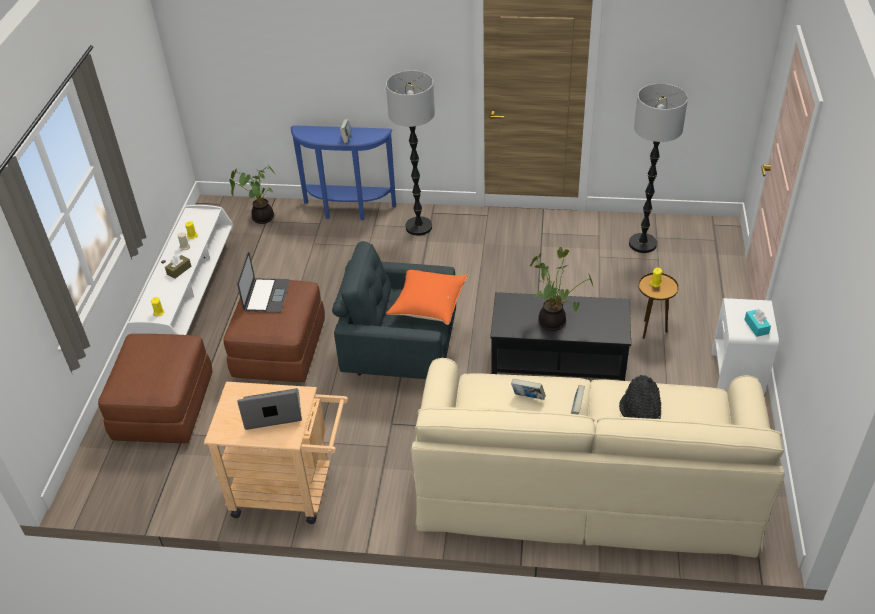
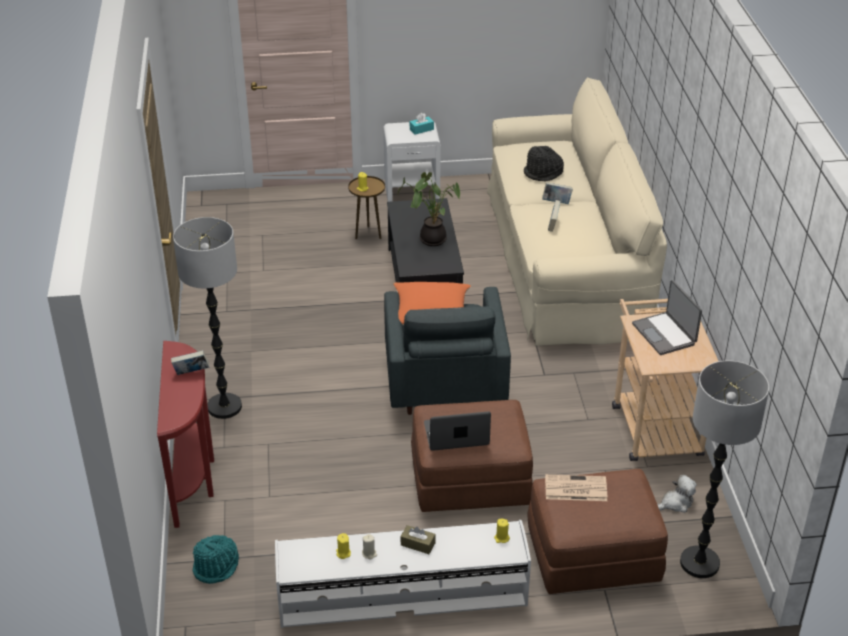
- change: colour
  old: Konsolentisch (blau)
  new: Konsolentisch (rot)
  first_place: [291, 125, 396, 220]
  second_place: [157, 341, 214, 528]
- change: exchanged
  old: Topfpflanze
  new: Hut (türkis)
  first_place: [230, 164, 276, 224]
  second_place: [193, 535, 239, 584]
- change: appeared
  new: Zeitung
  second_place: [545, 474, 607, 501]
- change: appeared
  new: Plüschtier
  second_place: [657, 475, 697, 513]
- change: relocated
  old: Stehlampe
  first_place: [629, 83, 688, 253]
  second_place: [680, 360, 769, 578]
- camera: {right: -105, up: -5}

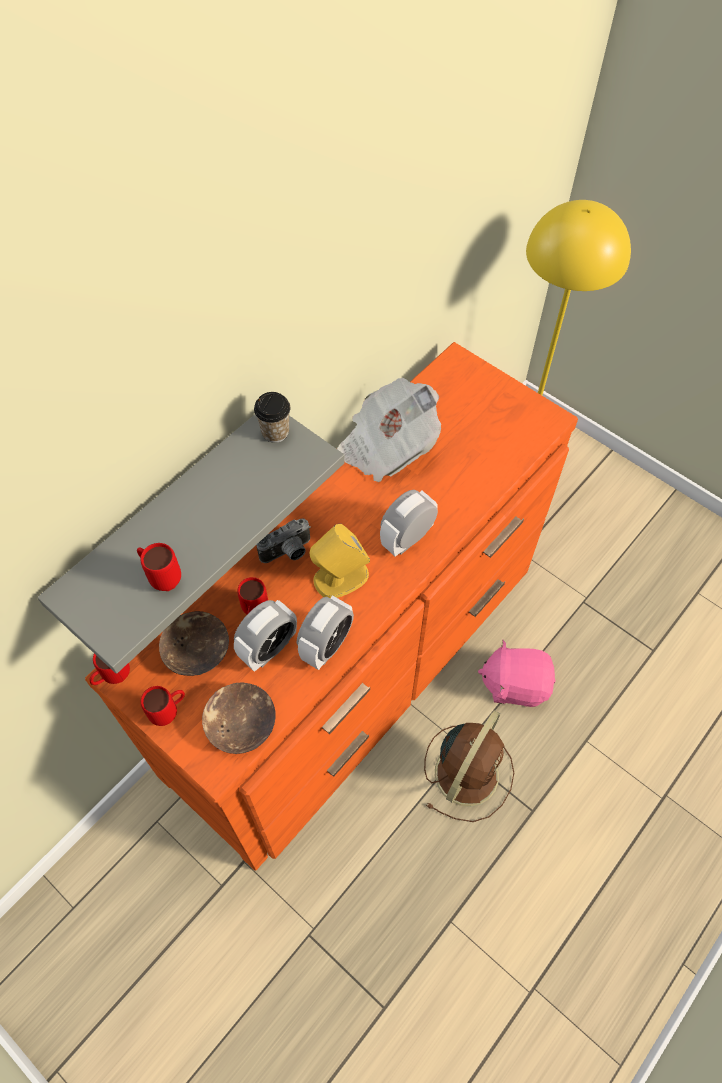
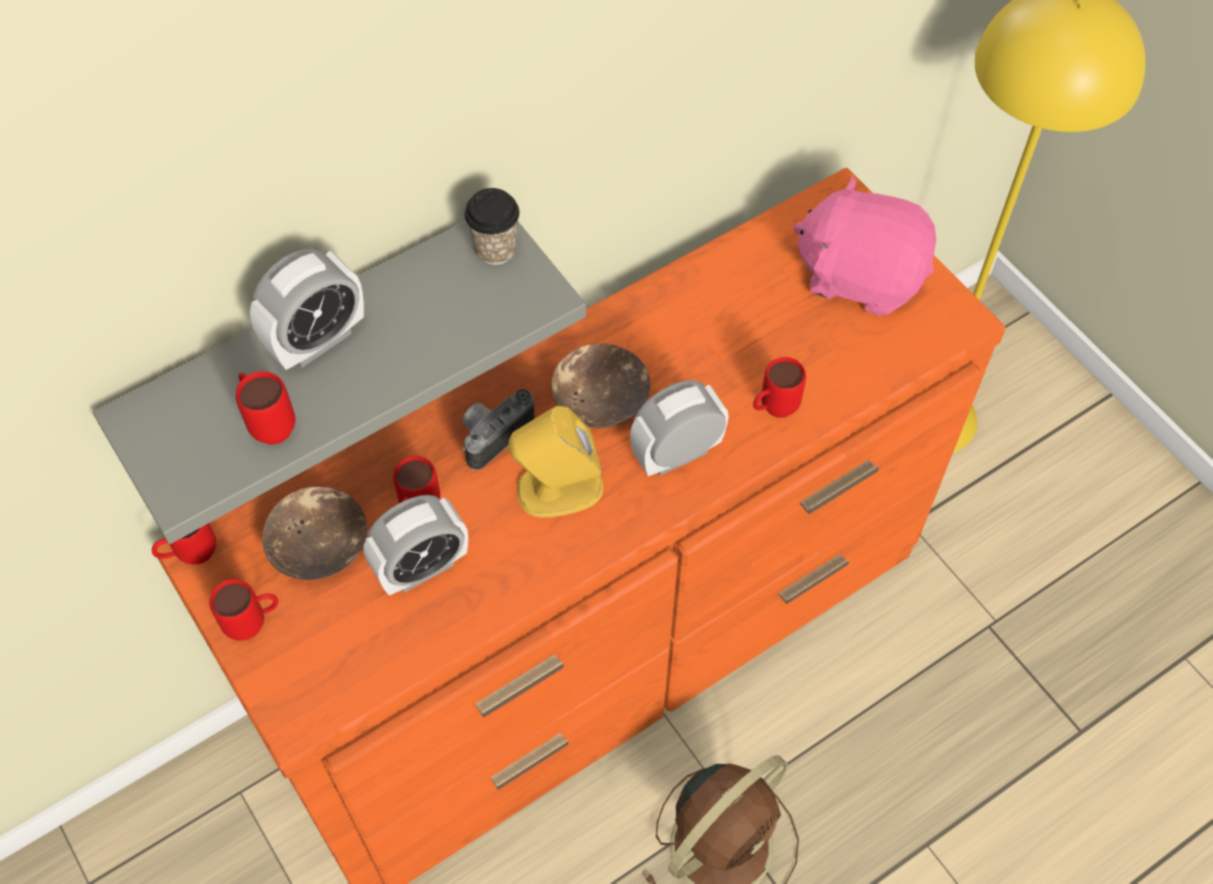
- change: relocated
  old: Wecker
  first_place: [297, 595, 354, 670]
  second_place: [250, 249, 364, 370]
- change: spun
  old: Kamera
  first_place: [256, 519, 311, 563]
  second_place: [462, 389, 534, 470]
  degrees: 150
- change: relocated
  old: Schüssel (braun)
  first_place: [202, 682, 276, 754]
  second_place: [552, 344, 650, 428]
- change: appeared
  new: Henkelbecher (rot)
  second_place: [753, 357, 806, 418]
- change: relocated
  old: Plüschtier (rosa)
  first_place: [478, 640, 555, 707]
  second_place: [793, 175, 936, 316]
- change: missing
  old: Zeitung
  first_place: [337, 378, 441, 482]
- camera: {right: 15, up: 0}

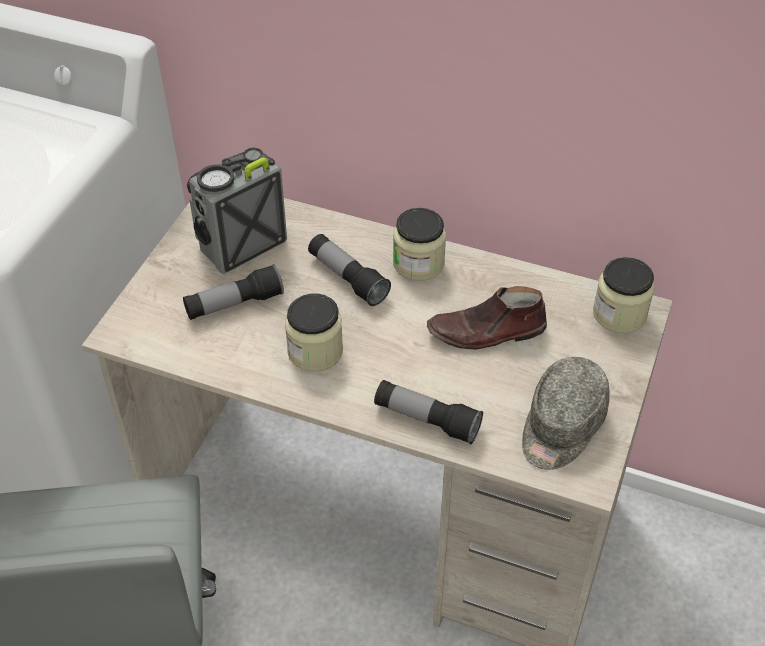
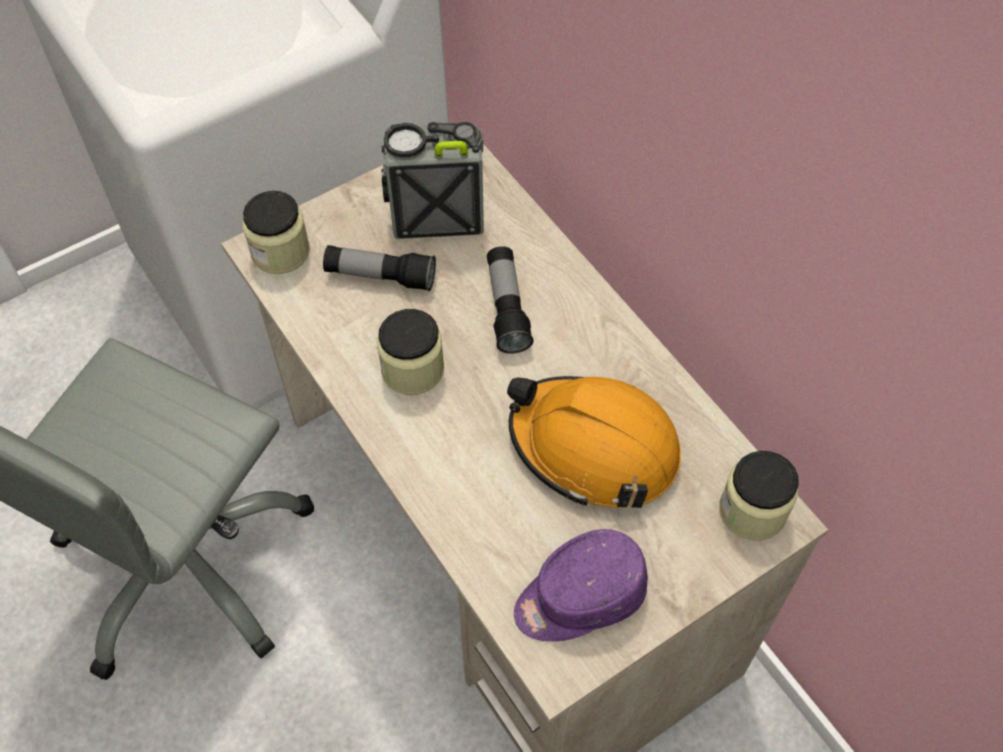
- change: relocated
  old: Vorratsglas
  first_place: [393, 208, 446, 281]
  second_place: [242, 191, 310, 274]
- change: exchanged
  old: Schuh (braun)
  new: Schutzhelm (orange)
  first_place: [427, 286, 547, 350]
  second_place: [507, 376, 681, 508]
- change: colour
  old: Kappe (grau)
  new: Kappe (lila)
  first_place: [522, 357, 610, 470]
  second_place: [514, 529, 648, 642]
- change: missing
  old: Taschenlampe
  first_place: [374, 380, 483, 445]
- camera: {right: 35, up: 10}

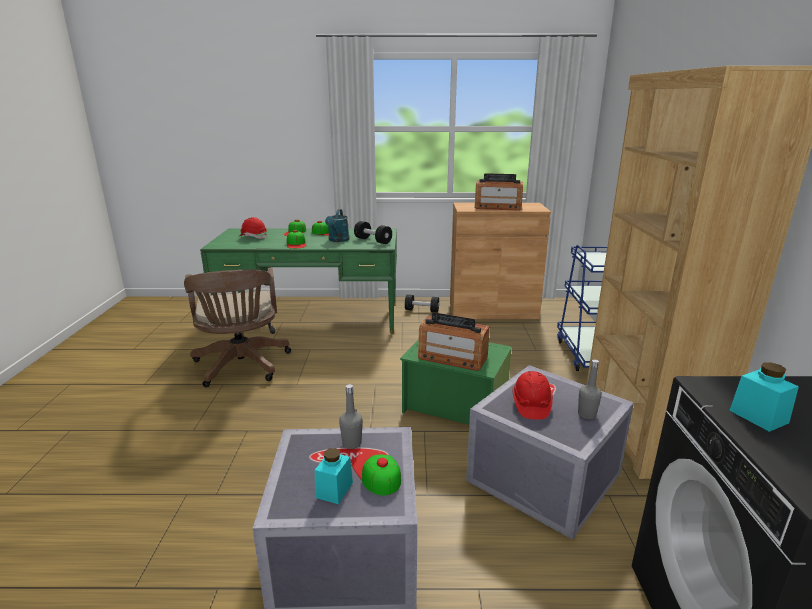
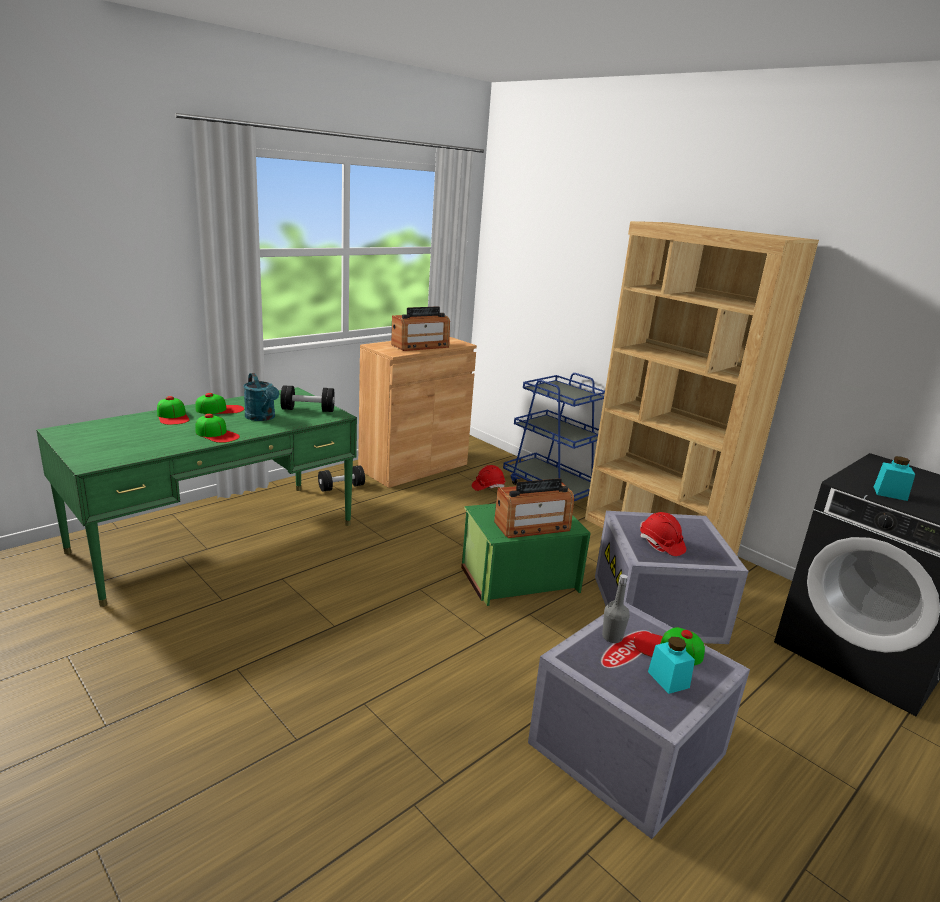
- change: relocated
  old: Schutzhelm (rot)
  first_place: [238, 217, 267, 239]
  second_place: [472, 465, 505, 491]
- change: missing
  old: Bürostuhl (braun)
  first_place: [184, 268, 291, 388]
- change: missing
  old: Flasche (grau)
  first_place: [578, 359, 602, 419]
- camera: {right: -45, up: 0}

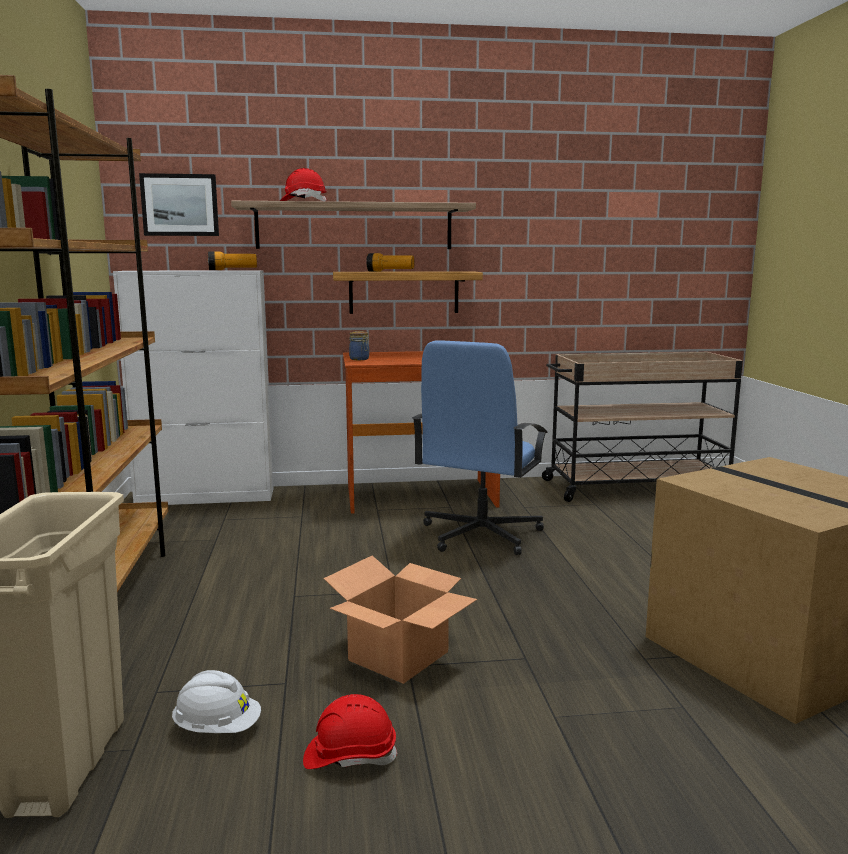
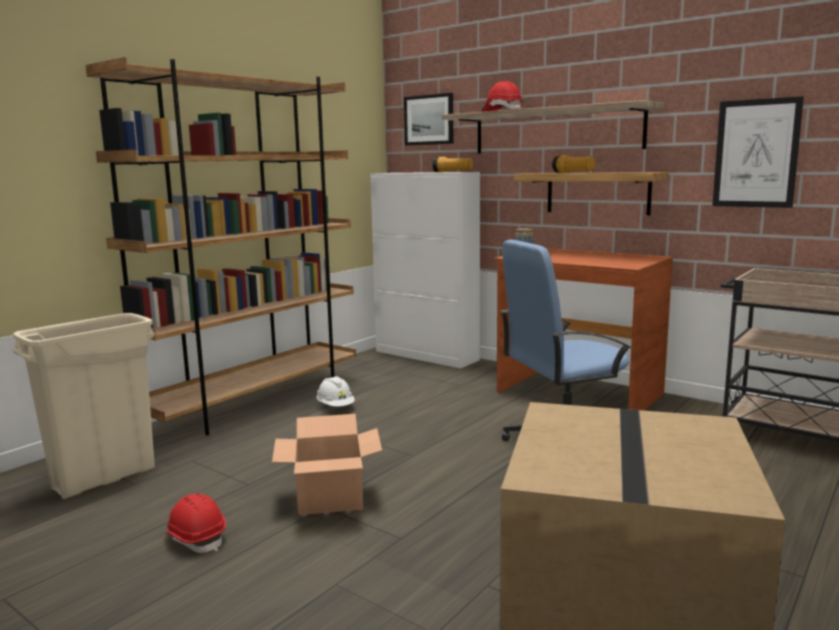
- change: relocated
  old: Schutzhelm (weiß)
  first_place: [172, 670, 261, 733]
  second_place: [316, 376, 355, 407]
- change: appeared
  new: Bild
  second_place: [712, 96, 804, 208]
- camera: {right: 45, up: 0}

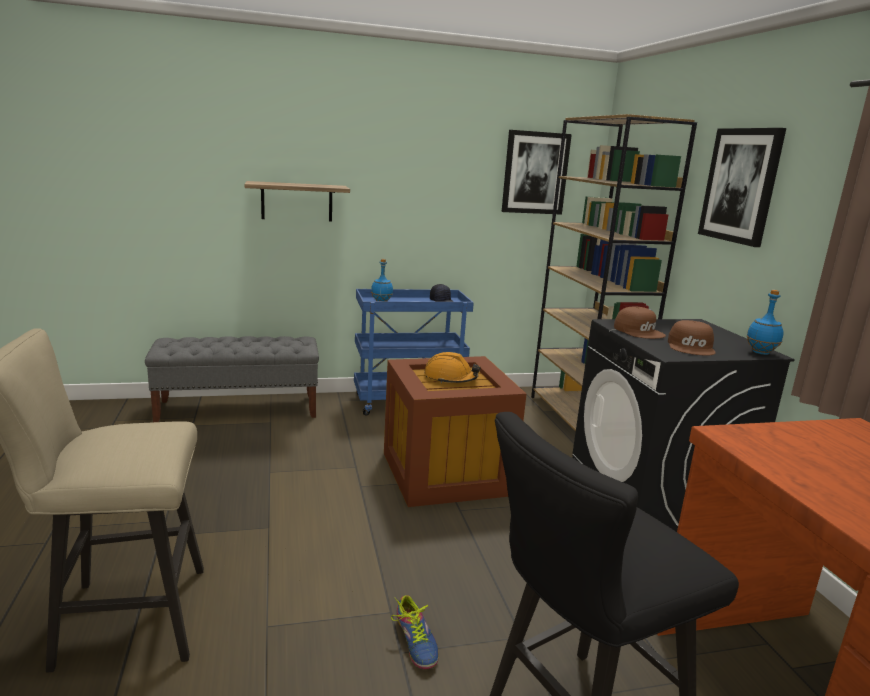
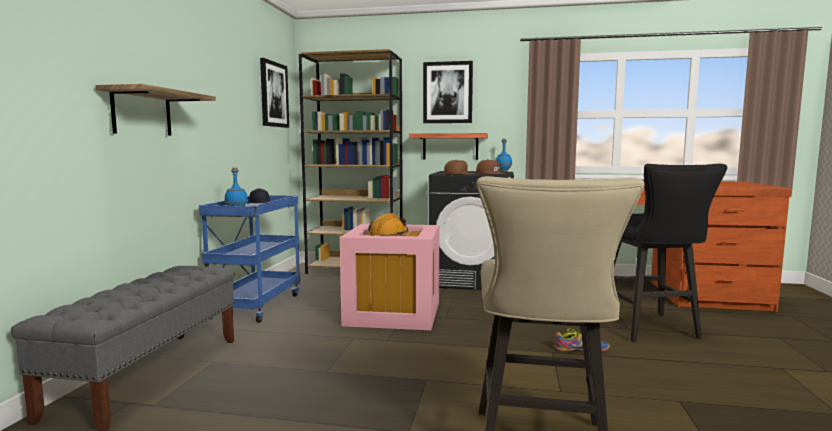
- change: colour
  old: Aufbewahrungsbox (braun)
  new: Aufbewahrungsbox (rosa)
  first_place: [384, 356, 527, 507]
  second_place: [340, 224, 439, 330]
- change: appeared
  new: Wandregal
  second_place: [409, 133, 488, 160]
- camera: {right: -65, up: -10}

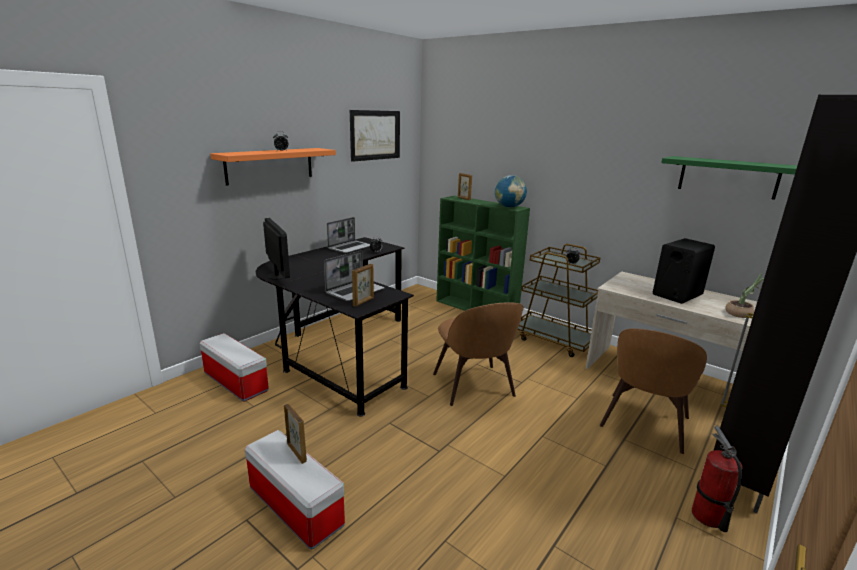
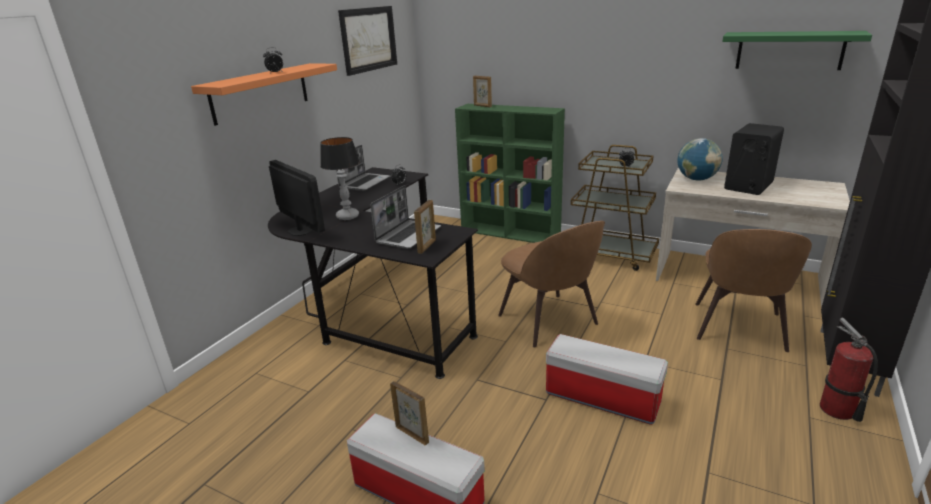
- change: appeared
  new: Tischlampe
  second_place: [320, 137, 360, 220]
- change: relocated
  old: Aufbewahrungsbox
  first_place: [199, 333, 269, 402]
  second_place: [546, 334, 668, 425]
- change: relocated
  old: Globus
  first_place: [495, 175, 527, 208]
  second_place: [678, 138, 723, 180]
- change: missing
  old: Topfpflanze
  first_place: [725, 273, 764, 318]
- camera: {right: -10, up: 5}

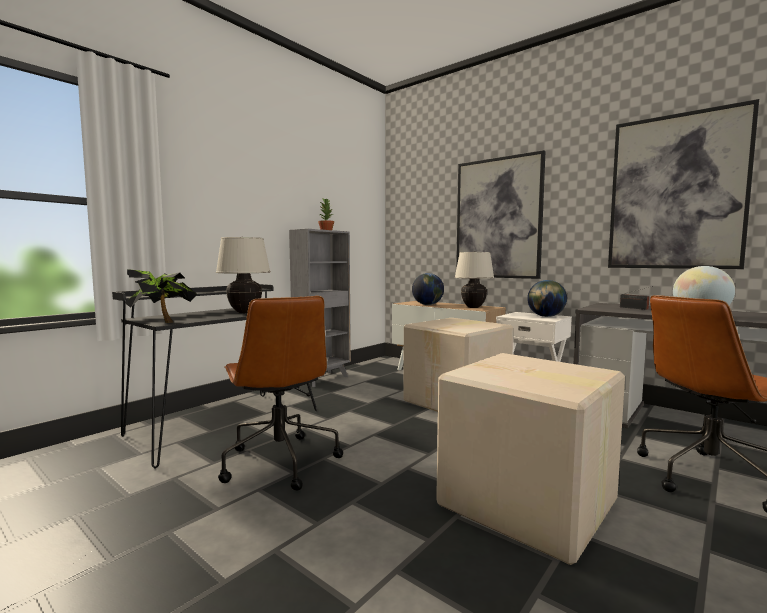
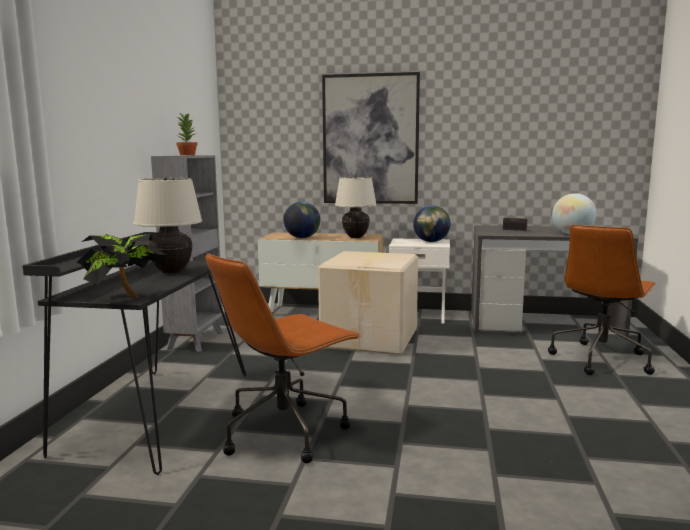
- change: spun
  old: Bürostuhl (braun)
  first_place: [218, 296, 343, 491]
  second_place: [205, 253, 361, 463]
  degrees: 105
- change: missing
  old: Karton
  first_place: [436, 353, 625, 565]
- change: missing
  old: Bild
  first_place: [608, 99, 759, 269]
- camera: {right: -30, up: 5}

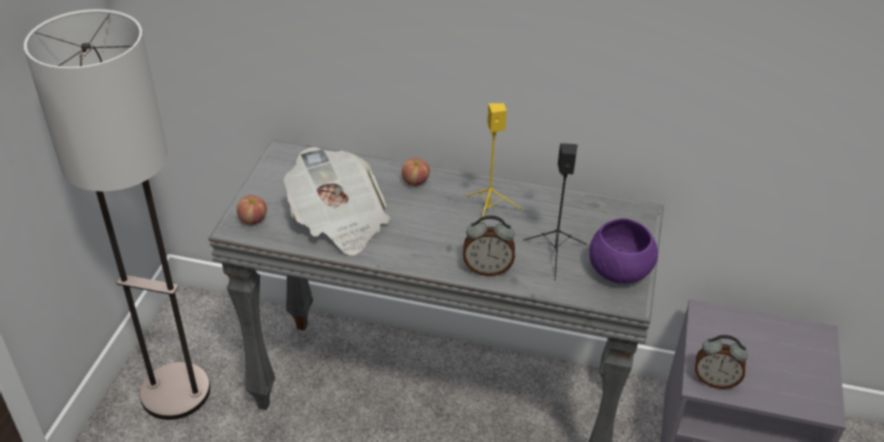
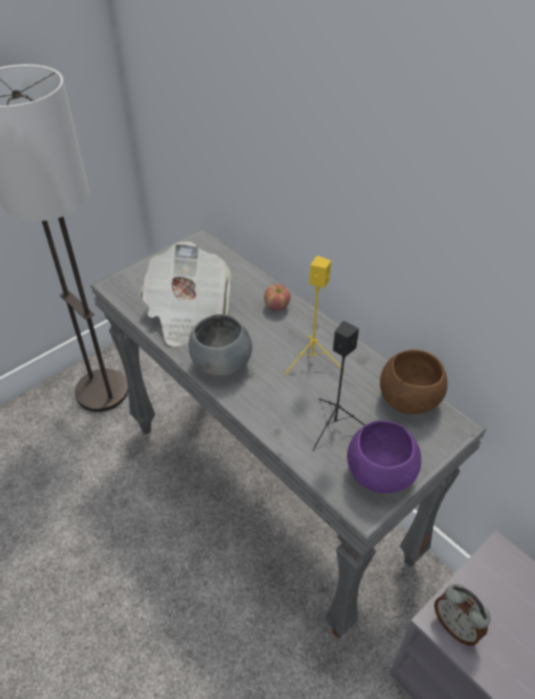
- change: appeared
  new: Schüssel (grau)
  second_place: [189, 314, 252, 376]
- change: appeared
  new: Schüssel (braun)
  second_place: [380, 349, 448, 414]
- change: missing
  old: Apfel
  first_place: [237, 195, 267, 225]
- change: missing
  old: Wecker
  first_place: [463, 215, 515, 276]
- camera: {right: 35, up: 5}

